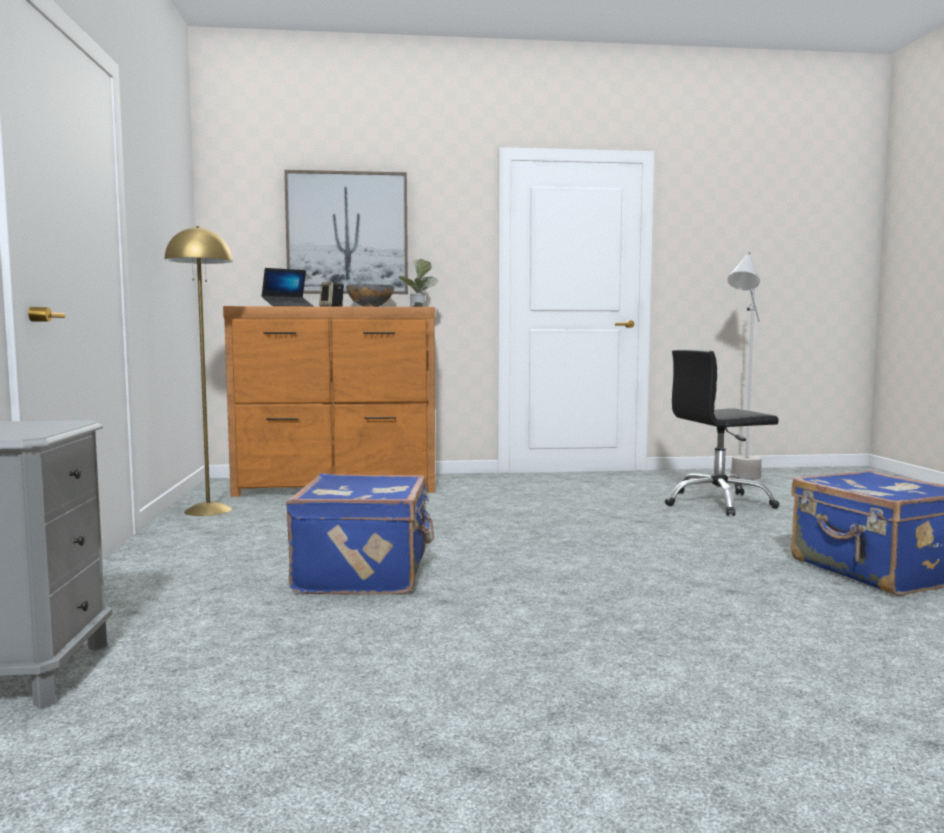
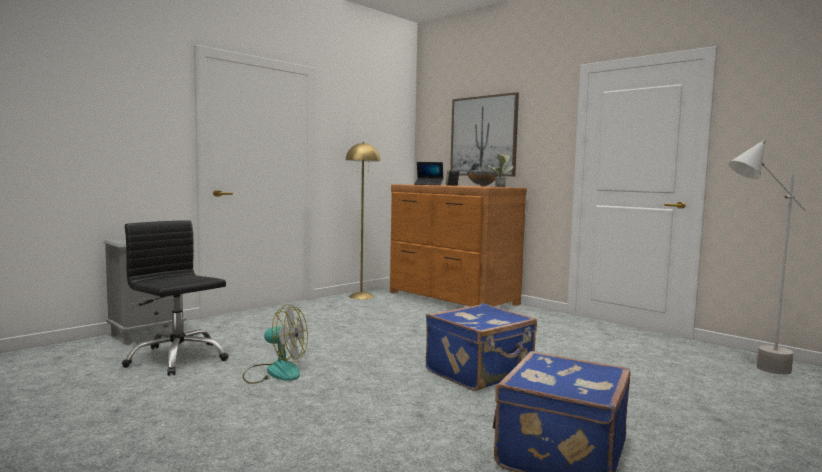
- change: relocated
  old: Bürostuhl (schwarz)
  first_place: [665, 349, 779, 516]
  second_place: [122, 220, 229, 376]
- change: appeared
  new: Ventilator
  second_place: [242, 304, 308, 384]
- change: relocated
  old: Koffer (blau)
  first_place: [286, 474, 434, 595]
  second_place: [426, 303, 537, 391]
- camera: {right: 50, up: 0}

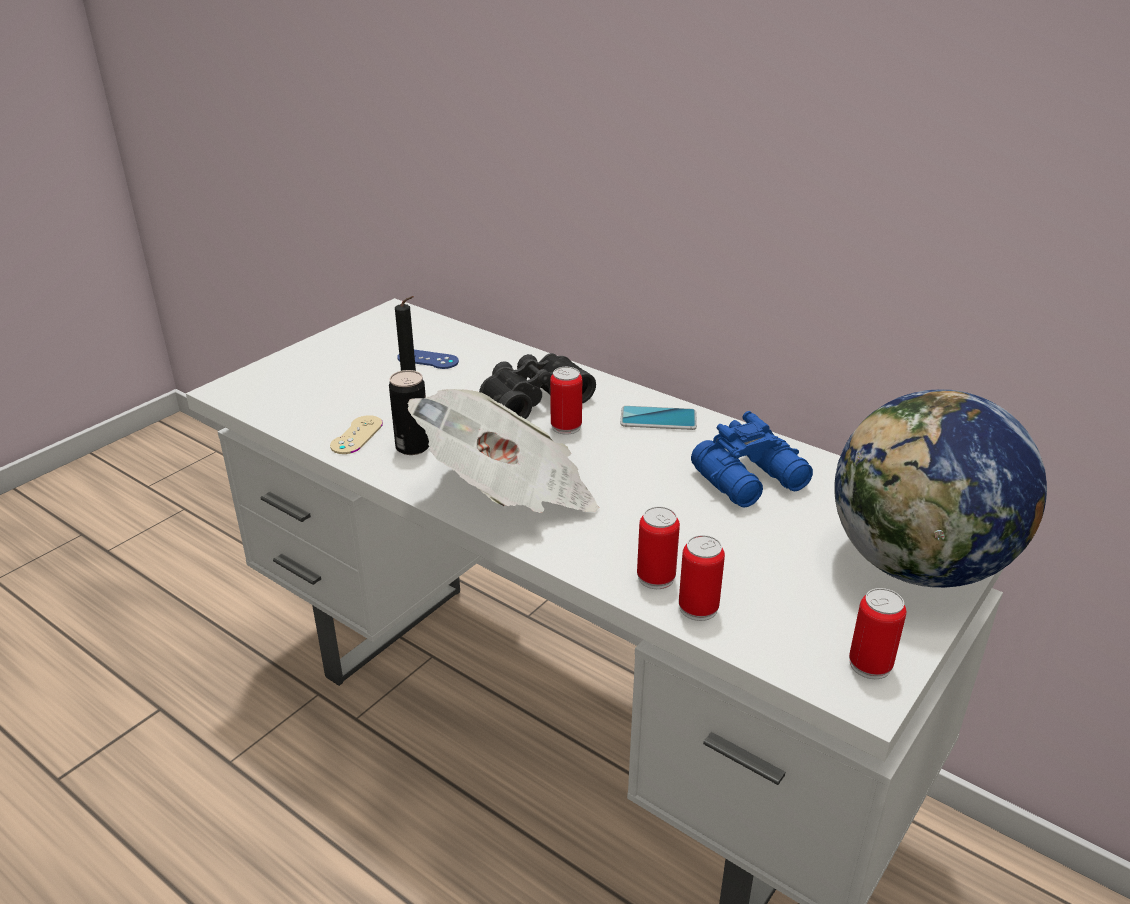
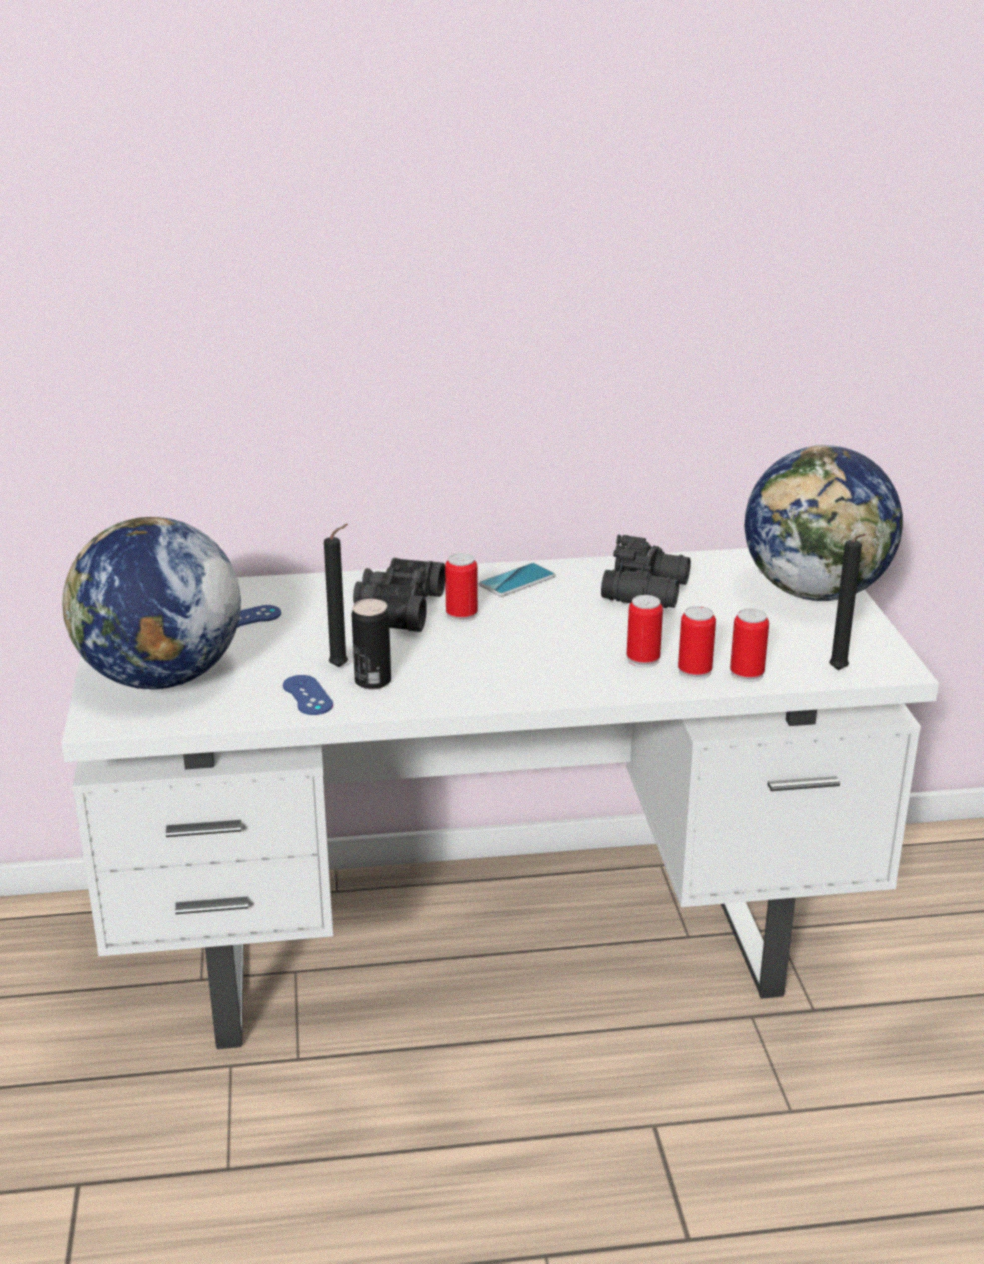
- change: appeared
  new: Globus
  second_place: [62, 517, 241, 689]
- change: colour
  old: Gamepad (beige)
  new: Gamepad (blau)
  first_place: [330, 415, 383, 454]
  second_place: [283, 675, 333, 715]
- change: colour
  old: Fernglas (blau)
  new: Fernglas (schwarz)
  first_place: [691, 411, 813, 507]
  second_place: [601, 535, 691, 608]
- change: relocated
  old: Dose
  first_place: [849, 588, 907, 679]
  second_place: [627, 595, 663, 668]
- change: appeared
  new: Kerze (schwarz)
  second_place: [829, 534, 866, 670]
- change: missing
  old: Zeitung
  first_place: [408, 389, 600, 513]
- camera: {right: -45, up: -5}

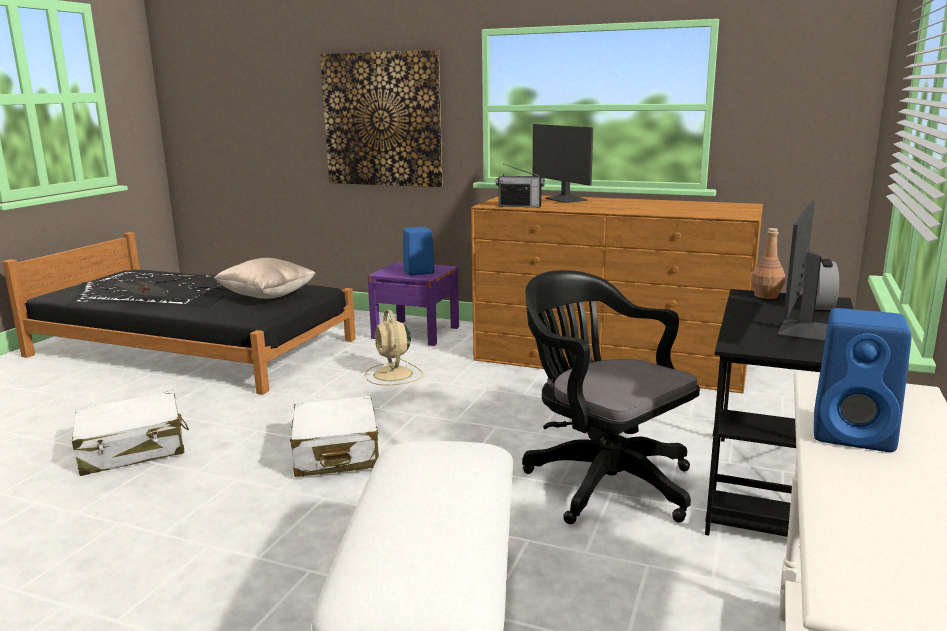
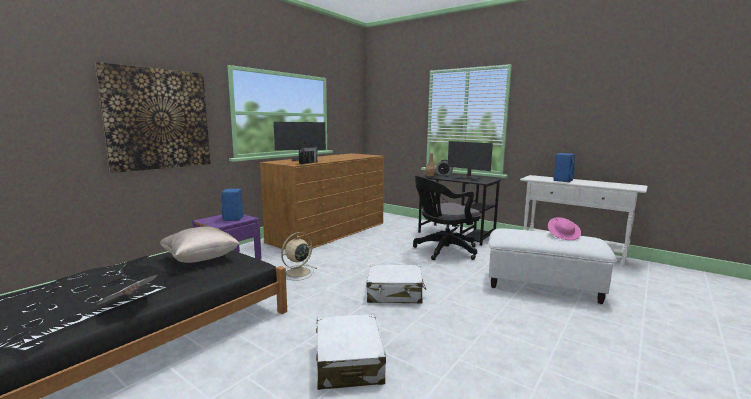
- change: spun
  old: Ventilator (beige)
  first_place: [365, 310, 423, 385]
  second_place: [281, 232, 317, 281]
  degrees: 135
- change: appeared
  new: Hut (rosa)
  second_place: [548, 217, 581, 240]
- camera: {right: -75, up: -5}

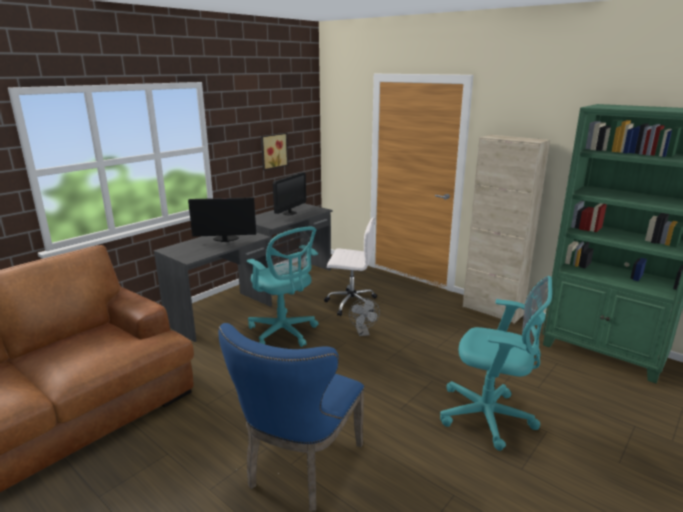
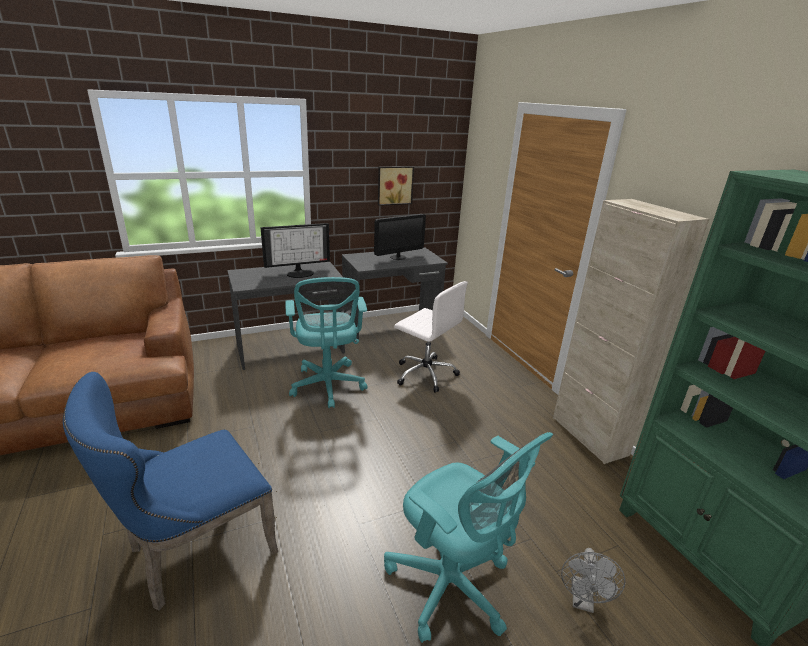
- change: spun
  old: Monitor
  first_place: [188, 197, 256, 242]
  second_place: [261, 223, 330, 278]
  degrees: 135
- change: relocated
  old: Ventilator (grau)
  first_place: [349, 298, 380, 336]
  second_place: [561, 548, 625, 613]
- camera: {right: 25, up: 5}

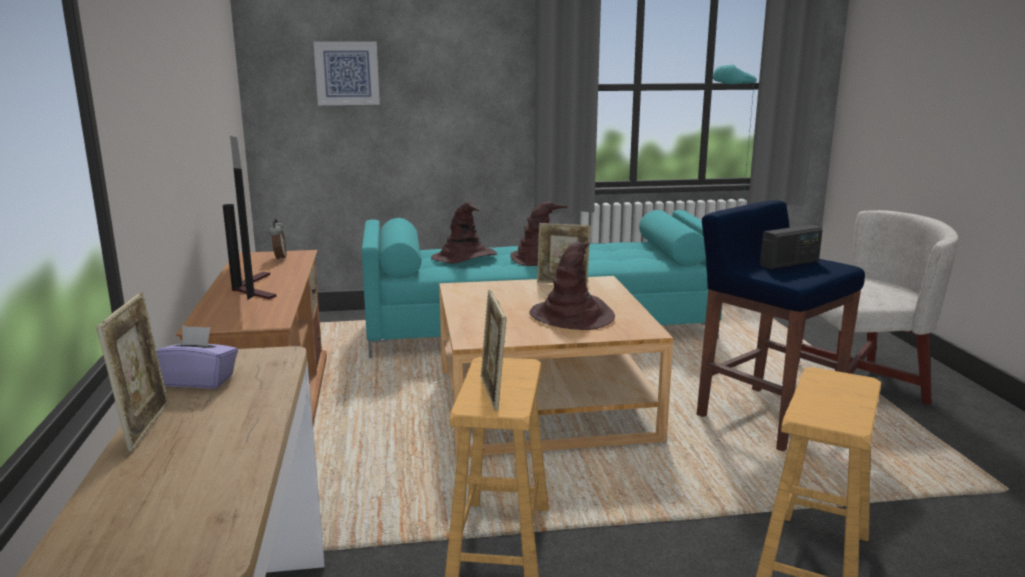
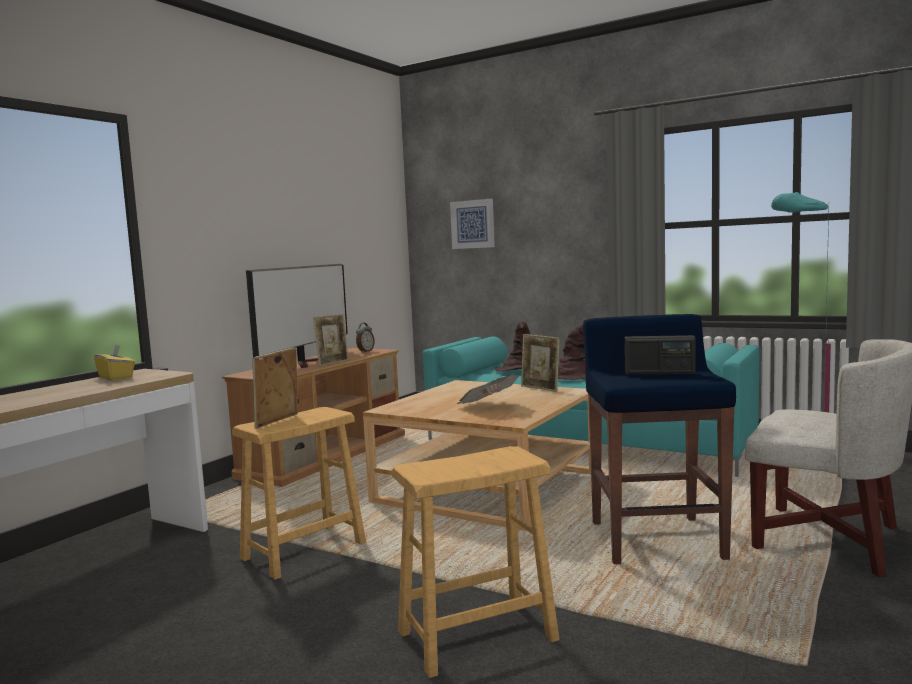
- change: colour
  old: Taschentuchbox (lila)
  new: Taschentuchbox (gelb)
  first_place: [156, 325, 238, 389]
  second_place: [94, 344, 135, 381]
- change: relocated
  old: Bilderrahmen
  first_place: [96, 292, 169, 452]
  second_place: [313, 314, 349, 366]
- change: exchanged
  old: Hut (braun)
  new: Zeitung
  first_place: [529, 242, 615, 330]
  second_place: [457, 374, 519, 404]
- camera: {right: 40, up: -10}

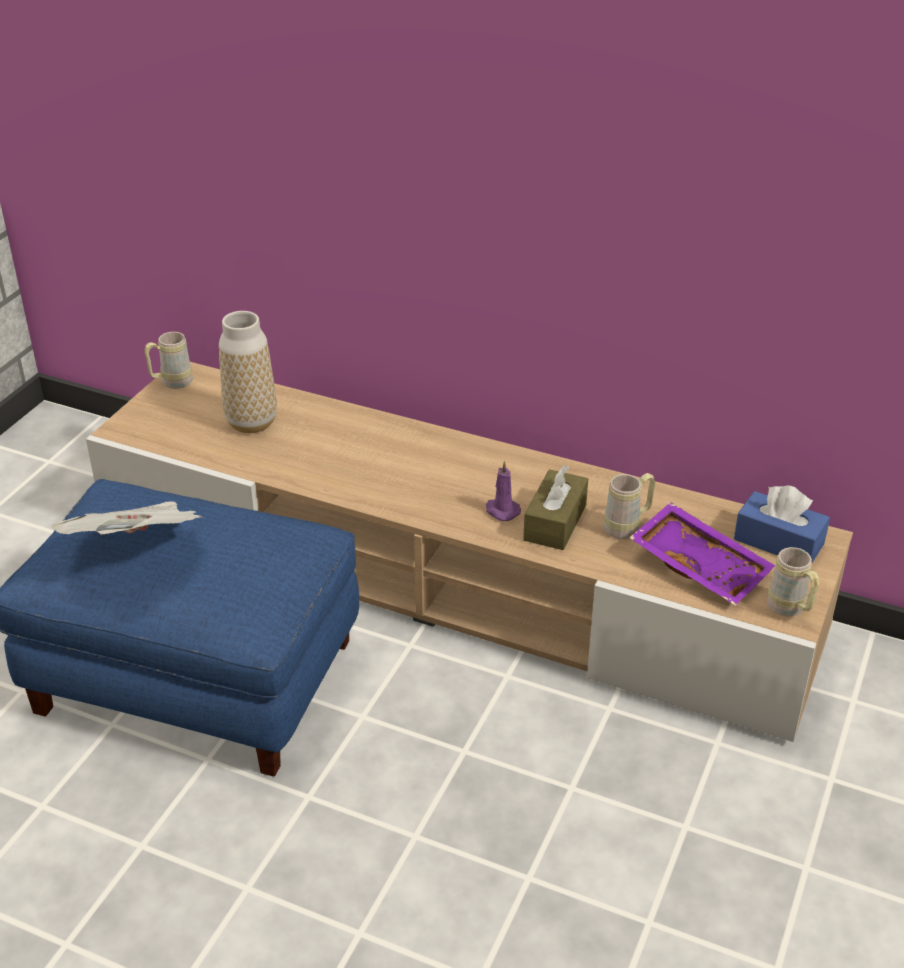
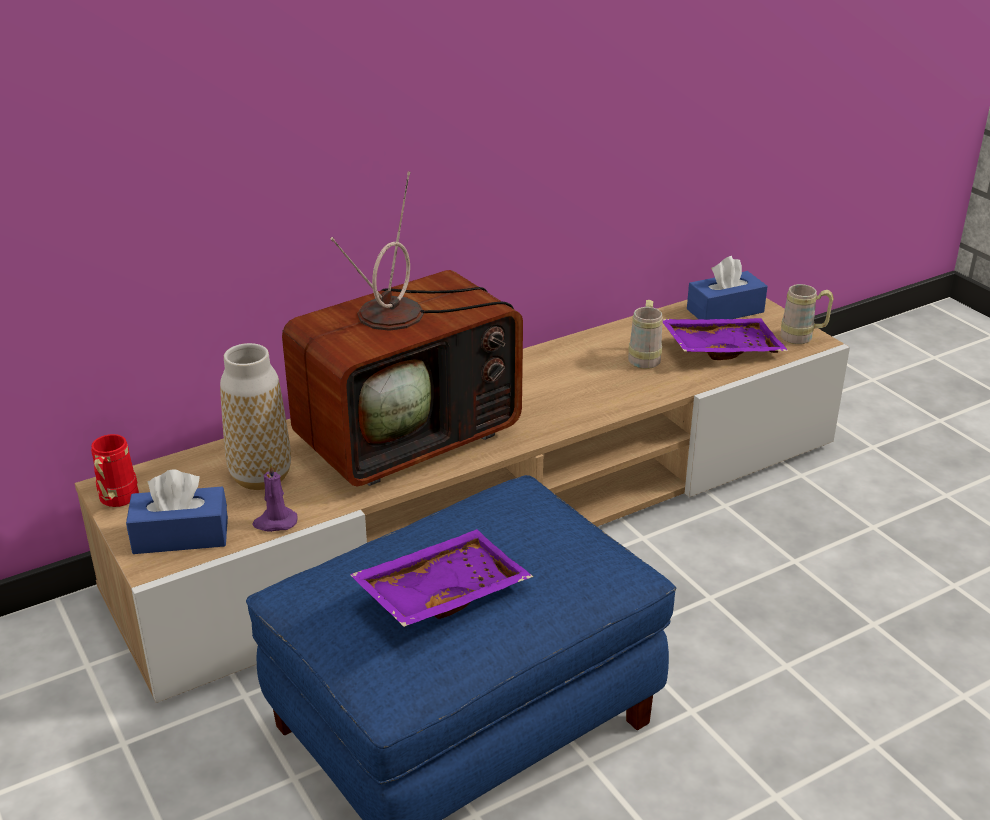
- change: colour
  old: Henkelbecher (beige)
  new: Henkelbecher (rot)
  first_place: [144, 332, 193, 389]
  second_place: [91, 434, 139, 507]
- change: appeared
  new: Taschentuchbox (blau)
  second_place: [126, 469, 228, 554]
- change: relocated
  old: Kerze (lila)
  first_place: [486, 461, 521, 521]
  second_place: [252, 463, 297, 532]
- change: appeared
  new: Fernseher
  second_place: [282, 172, 523, 487]
- change: exchanged
  old: Zeitung
  new: Tablett (lila)
  first_place: [52, 501, 203, 534]
  second_place: [350, 529, 533, 627]
- change: missing
  old: Taschentuchbox (braun)
  first_place: [523, 465, 588, 550]
- camera: {right: -55, up: -5}

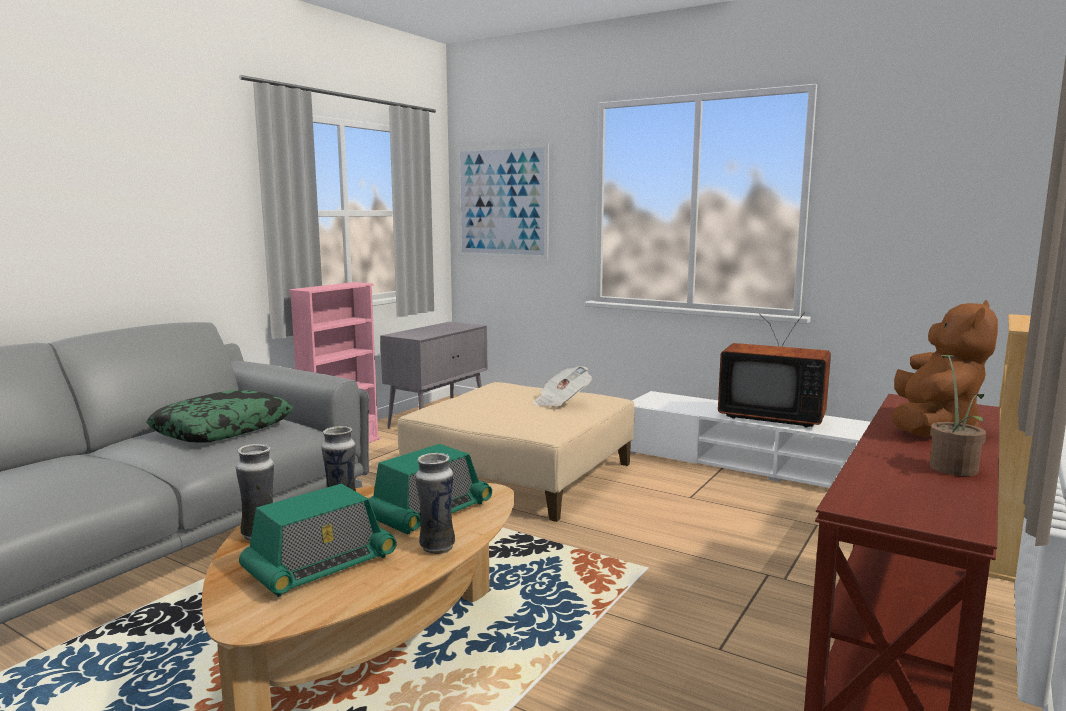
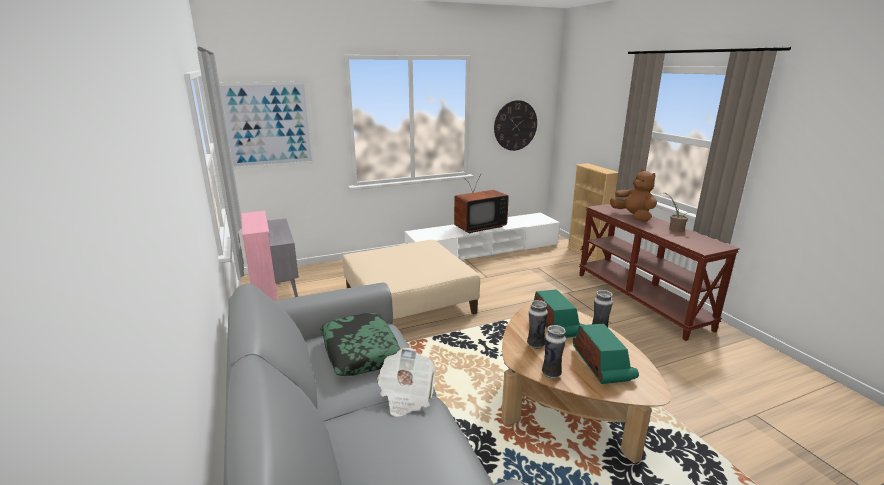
- change: relocated
  old: Zeitung
  first_place: [533, 366, 592, 407]
  second_place: [377, 348, 436, 417]
- change: appeared
  new: Wanduhr
  second_place: [494, 100, 537, 151]
- camera: {right: -55, up: 10}

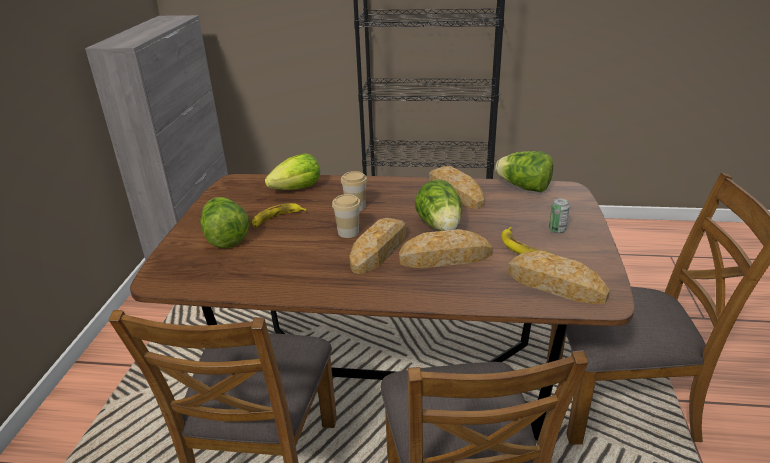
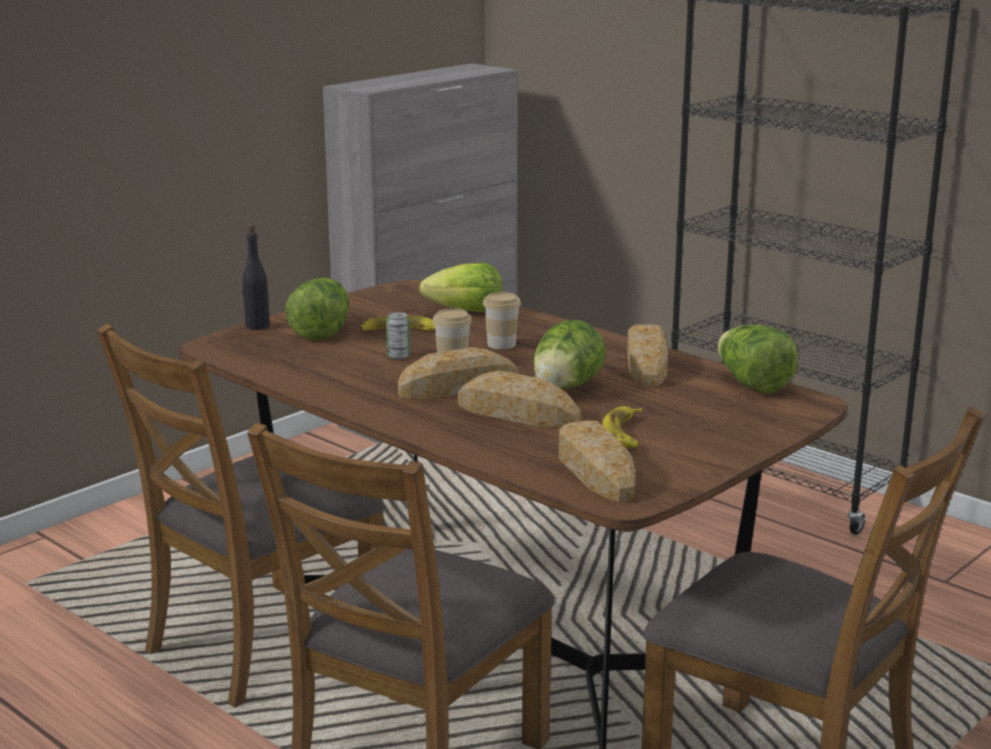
- change: appeared
  new: Flasche (schwarz)
  second_place: [242, 224, 270, 330]
- change: relocated
  old: Dose
  first_place: [549, 198, 570, 233]
  second_place: [386, 312, 410, 359]
- camera: {right: 35, up: -10}

